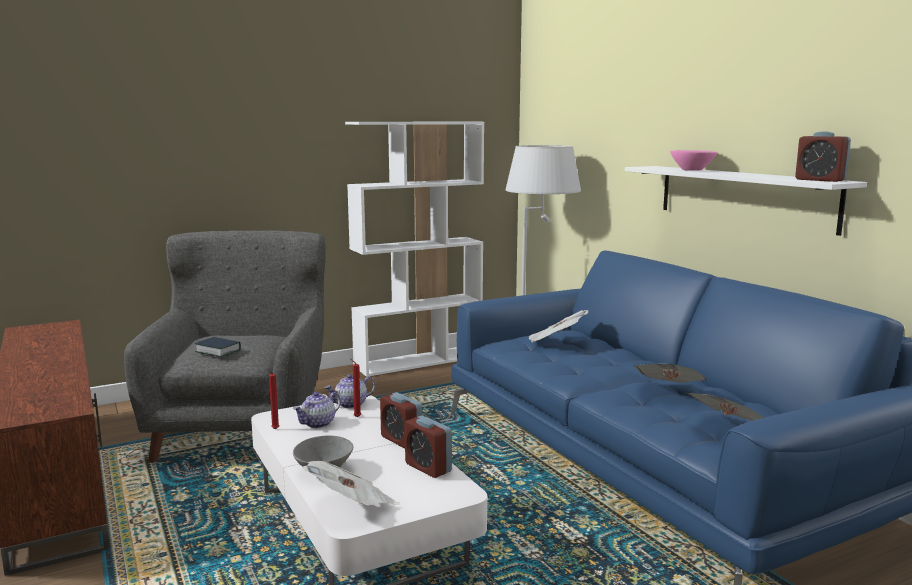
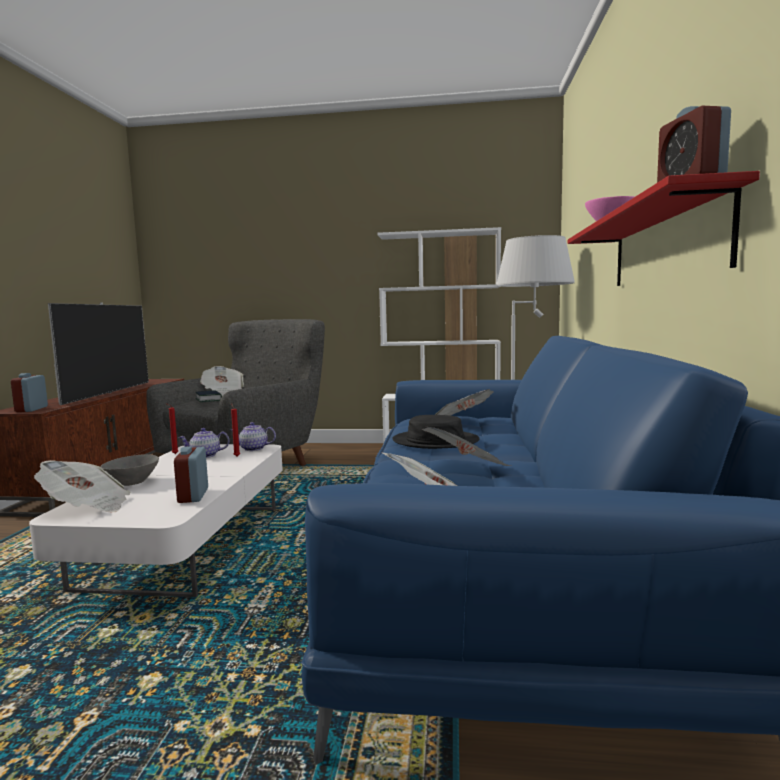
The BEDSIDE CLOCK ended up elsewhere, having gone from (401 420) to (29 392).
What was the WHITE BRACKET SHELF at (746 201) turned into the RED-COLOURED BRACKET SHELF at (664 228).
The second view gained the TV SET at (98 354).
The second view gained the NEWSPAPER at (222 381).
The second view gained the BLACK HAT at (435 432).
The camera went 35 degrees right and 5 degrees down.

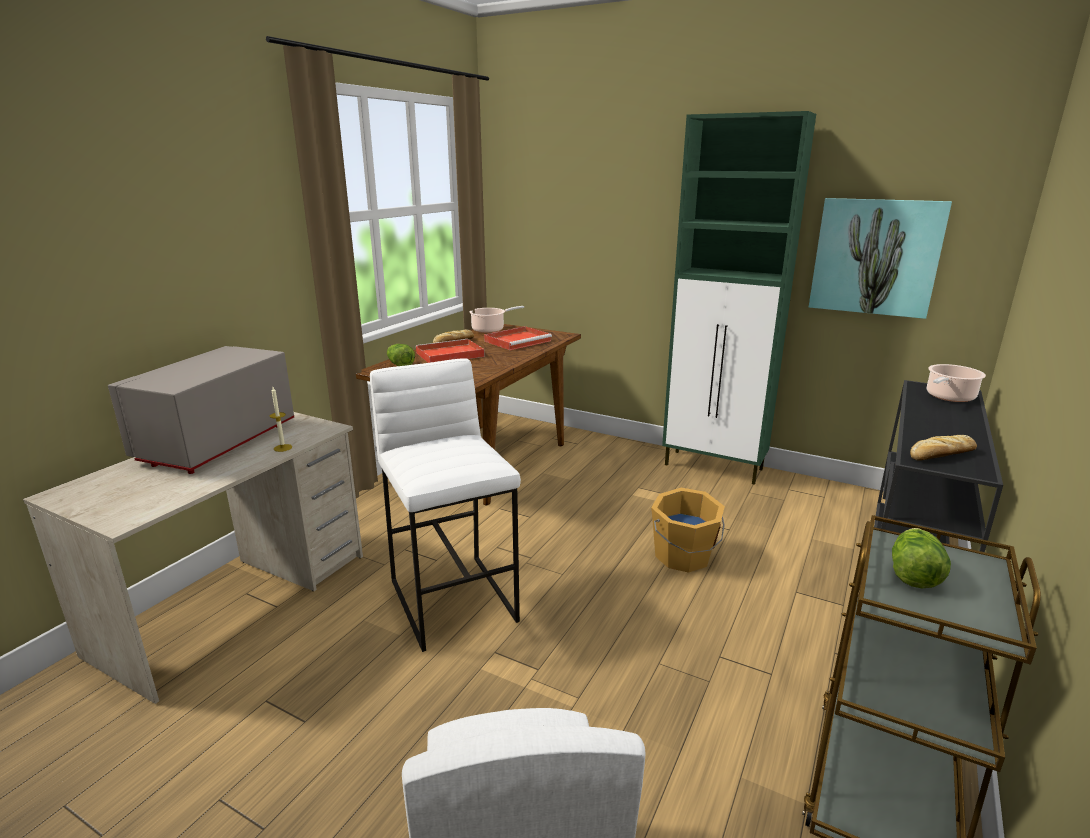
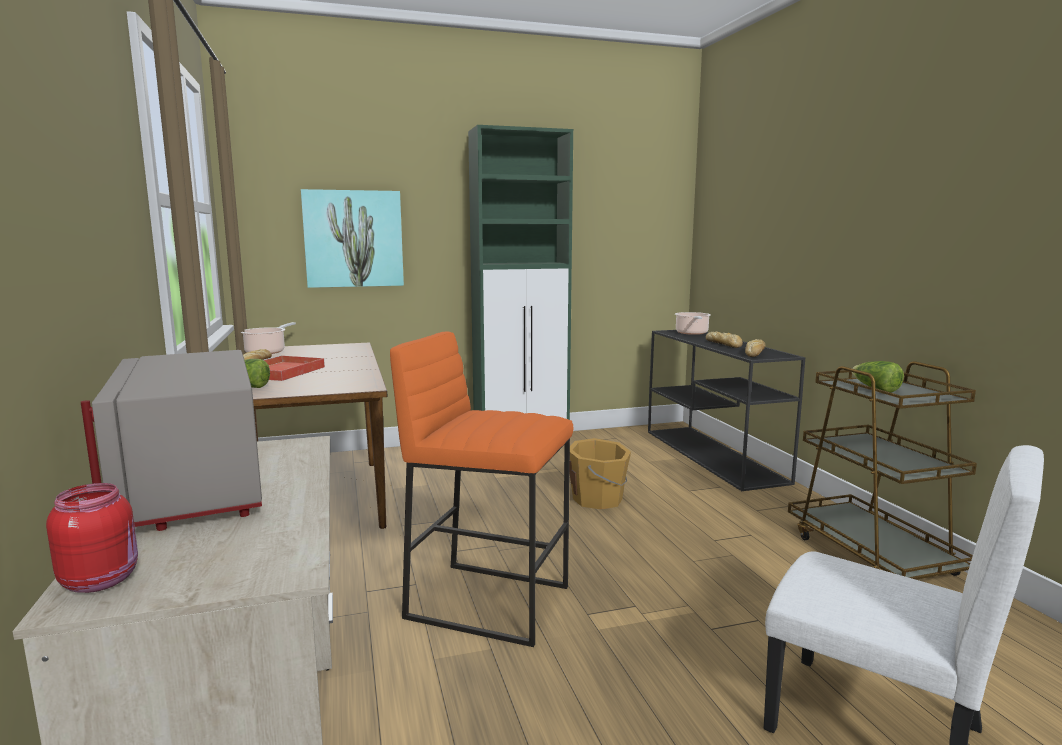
The second view lost the CANDLE at (281 419).
What was the WHITE STOOL SEAT at (445 505) turned into the ORANGEY STOOL SEAT at (482 489).
The second view lost the RED-COLOURED CARRYING TRAY at (518 338).
The WALL ART ended up elsewhere, having gone from (880 258) to (352 238).
The second view gained the RED-COLOURED JAR at (92 538).
The second view gained the BREAD at (724 340).
The camera went 45 degrees left and 10 degrees down.

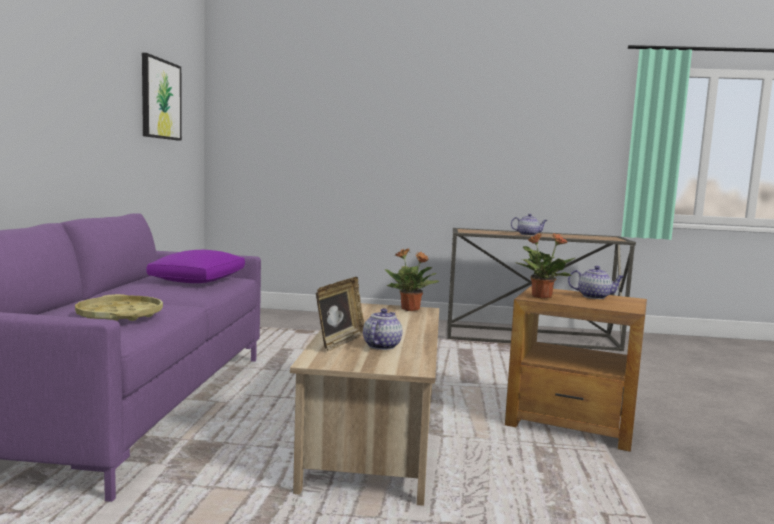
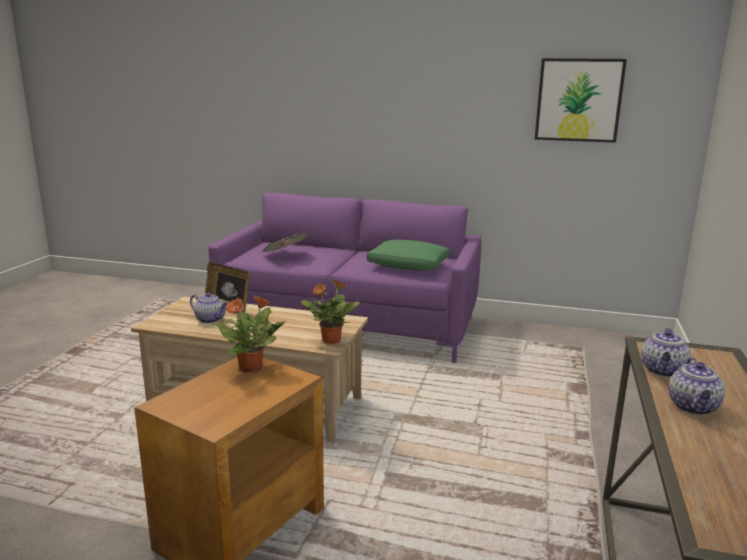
Where the YELLOW CARRYING TRAY stood at (119 307), the NEWSPAPER came to stand at (285 242).
What was the PURPLE-COLOURED PILLOW at (195 266) turned into the GREEN PILLOW at (408 255).
The TEAPOT ended up elsewhere, having gone from (596 282) to (666 352).
The camera went 100 degrees right and 10 degrees up.

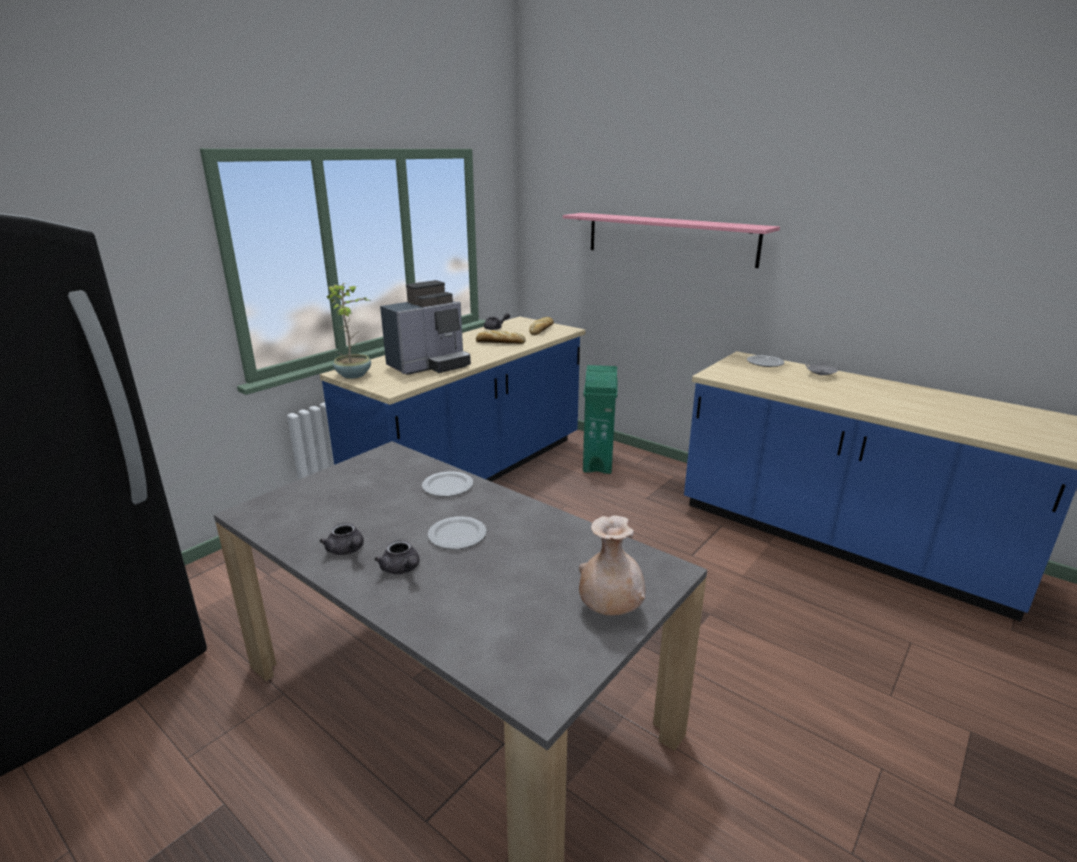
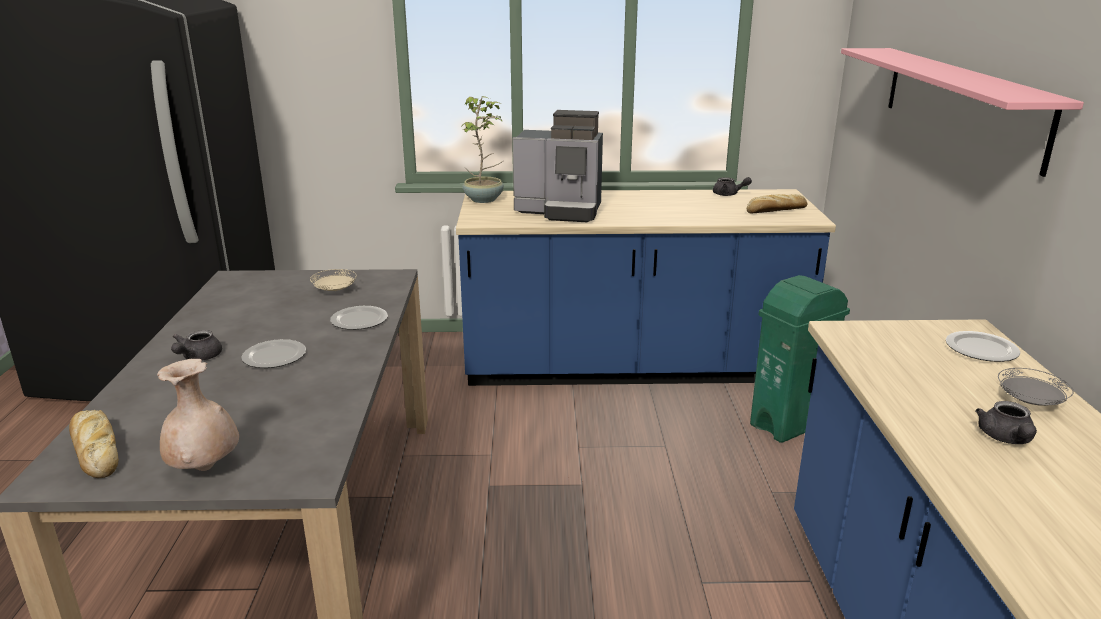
The GRAY TEAPOT ended up elsewhere, having gone from (341 538) to (1006 422).
The BREAD ended up elsewhere, having gone from (501 337) to (94 444).
The second view gained the BEIGE-COLOURED PLATE at (333 280).
The camera went 50 degrees right and 0 degrees up.

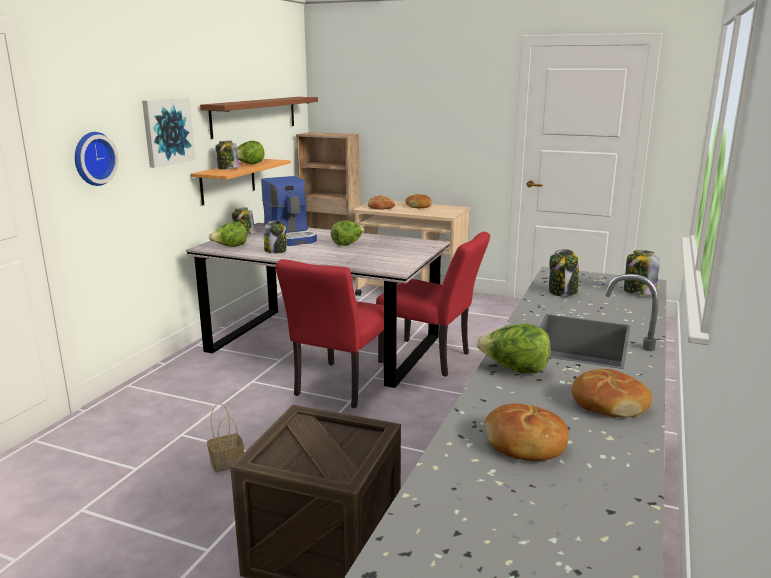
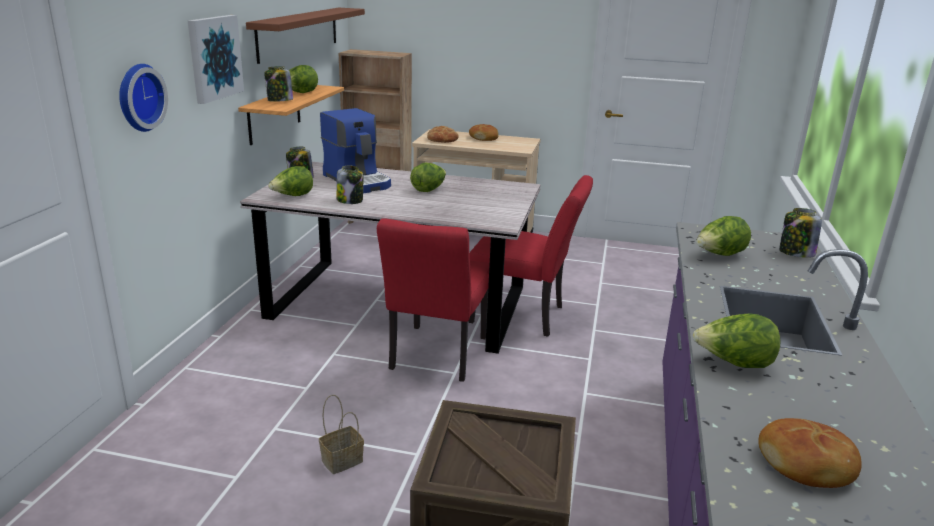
Where the JAR stood at (564 273), the LETTUCE came to stand at (723 236).
The second view lost the BREAD at (612 393).
The camera went 10 degrees left and 5 degrees up.

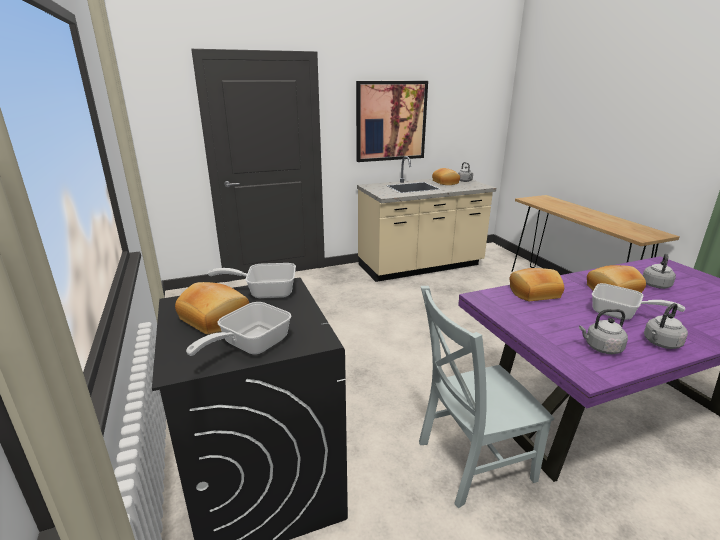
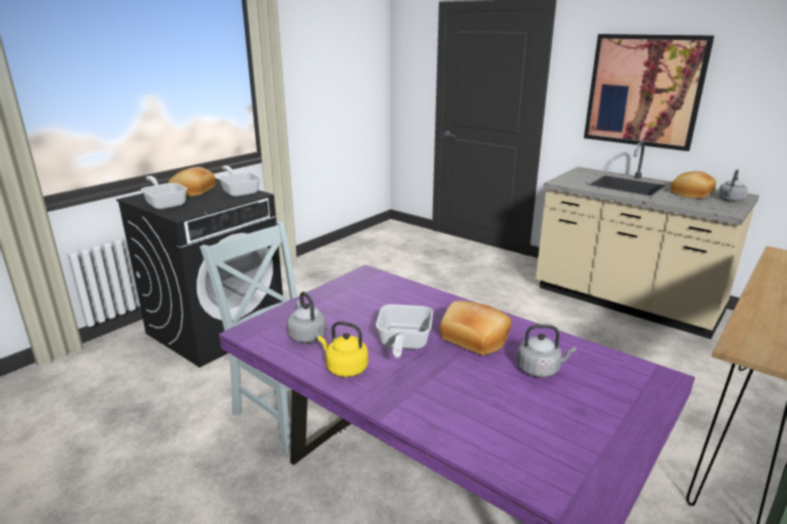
The PAN at (239 329) ended up facing another way, 45 degrees clockwise from before.
The second view lost the BREAD at (537 284).
What was the GRAY KETTLE at (666 326) turned into the YELLOW KETTLE at (343 349).
The camera went 60 degrees right and 0 degrees up.

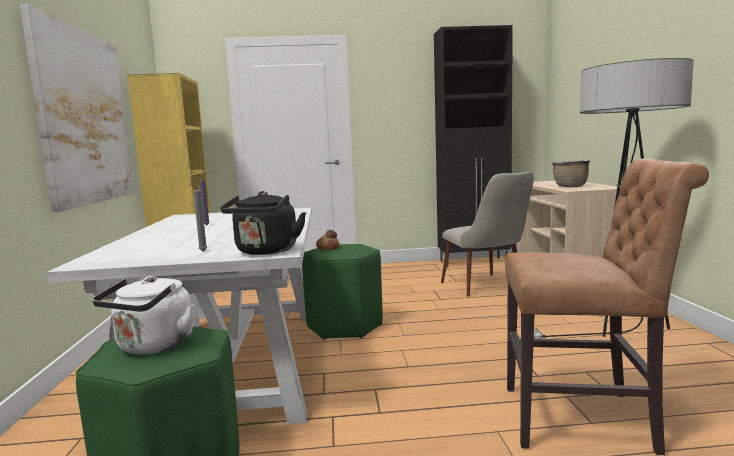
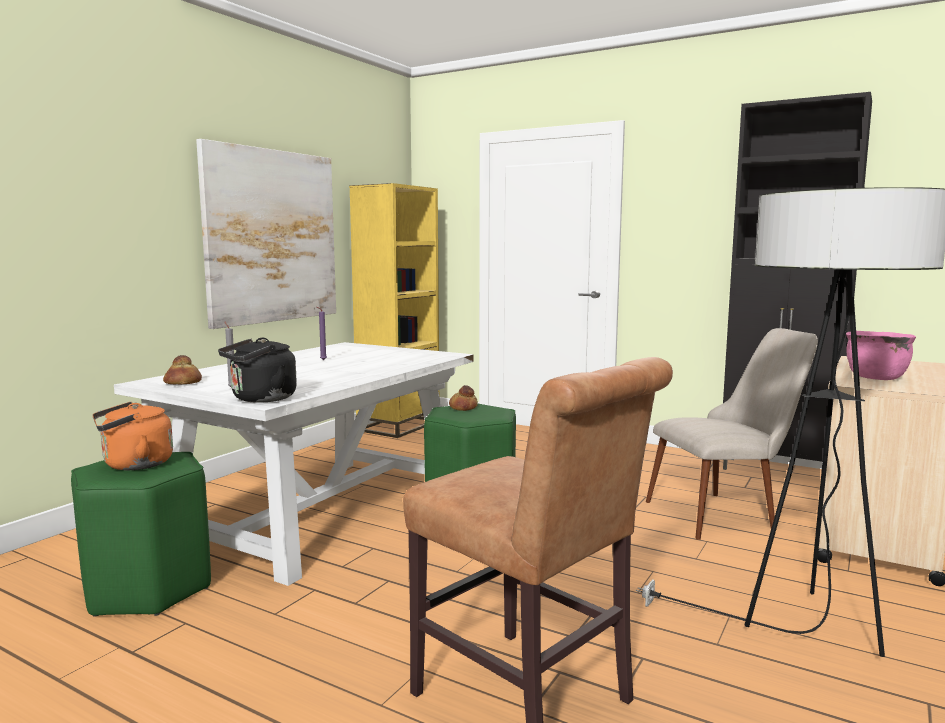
What was the WHITE KETTLE at (143 315) turned into the ORANGEY KETTLE at (132 436).
The BEIGE-COLOURED PLAIN CHAIR at (487 234) ended up facing another way, 120 degrees counterclockwise from before.
What was the BROWN STOCKPOT at (571 173) turned into the PINK STOCKPOT at (881 355).
The second view gained the BREAD at (182 369).
The camera went 35 degrees right and 0 degrees up.

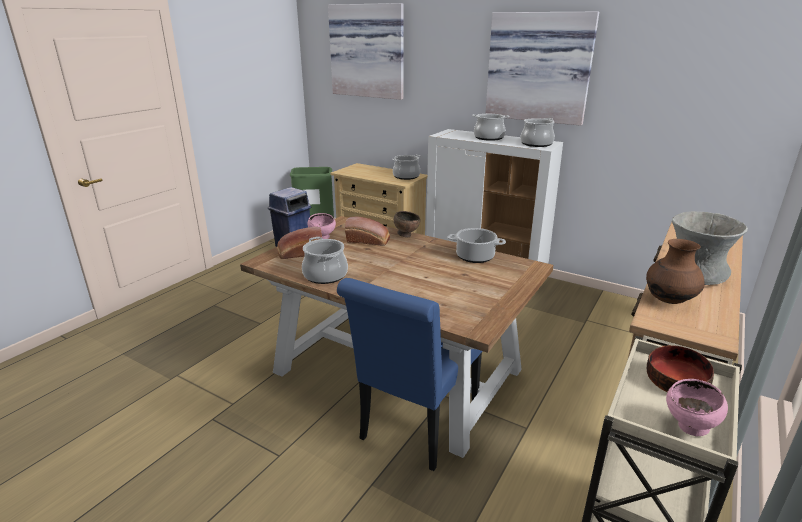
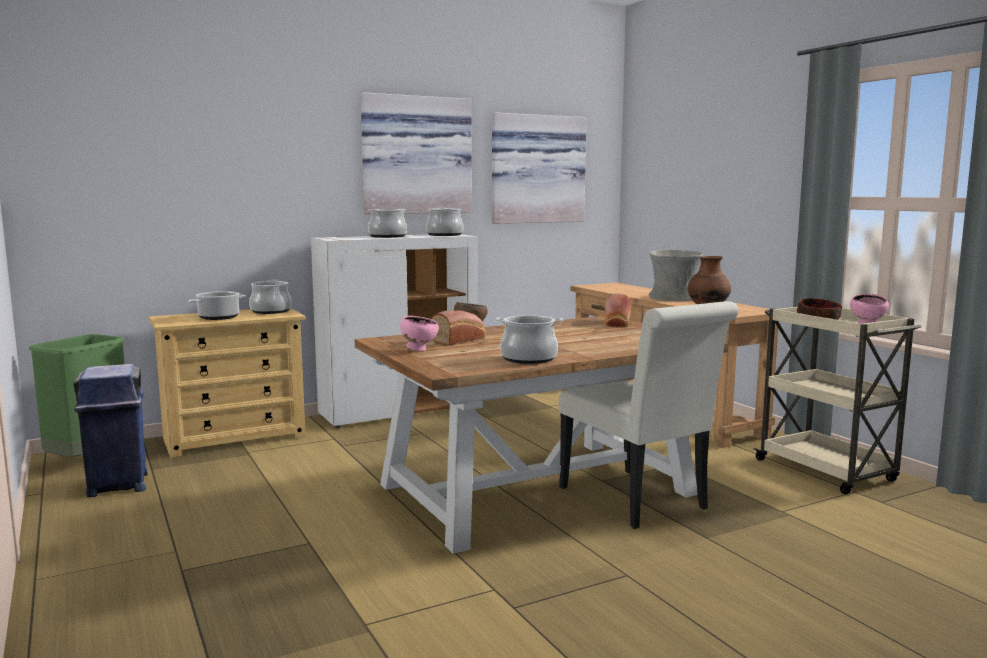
The BREAD ended up elsewhere, having gone from (299 243) to (618 310).
The WALL ART ended up elsewhere, having gone from (366 51) to (539 168).
What was the BLUE-COLOURED PLAIN CHAIR at (409 374) turned into the WHITE PLAIN CHAIR at (649 415).
The STOCKPOT ended up elsewhere, having gone from (477 245) to (217 305).
The camera went 60 degrees left and 15 degrees down.

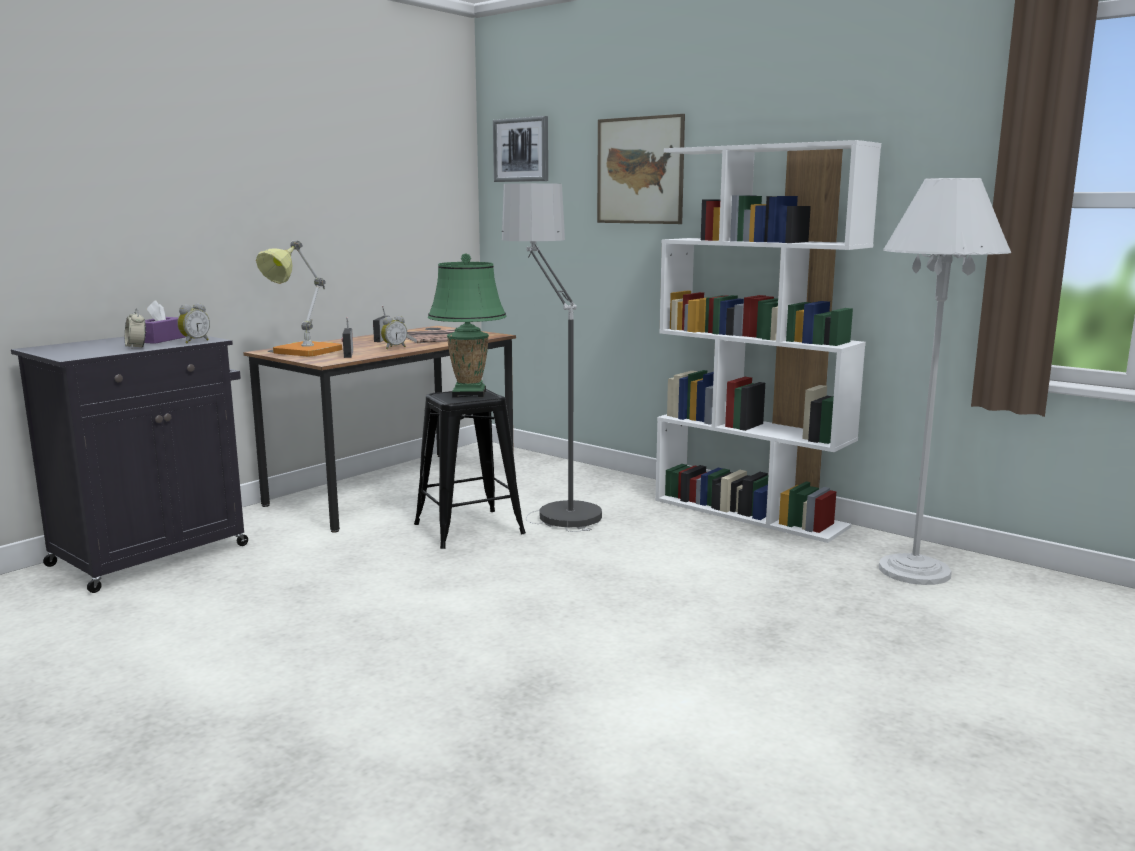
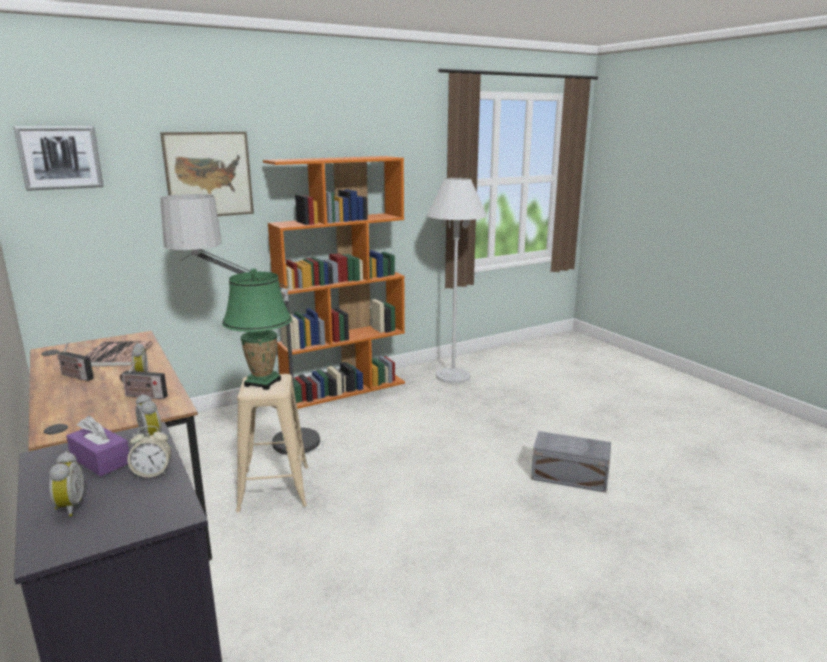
The second view lost the TABLETOP LAMP at (299 298).
What was the BLACK STOOL SEAT at (470 469) turned into the BEIGE-COLOURED STOOL SEAT at (272 443).
What was the WHITE SHELVING UNIT at (768 341) turned into the ORANGEY SHELVING UNIT at (334 282).
The second view gained the BEDSIDE CLOCK at (66 484).
The second view gained the GRAY STORAGE CONTAINER at (571 462).
The camera went 70 degrees left and 5 degrees up.

